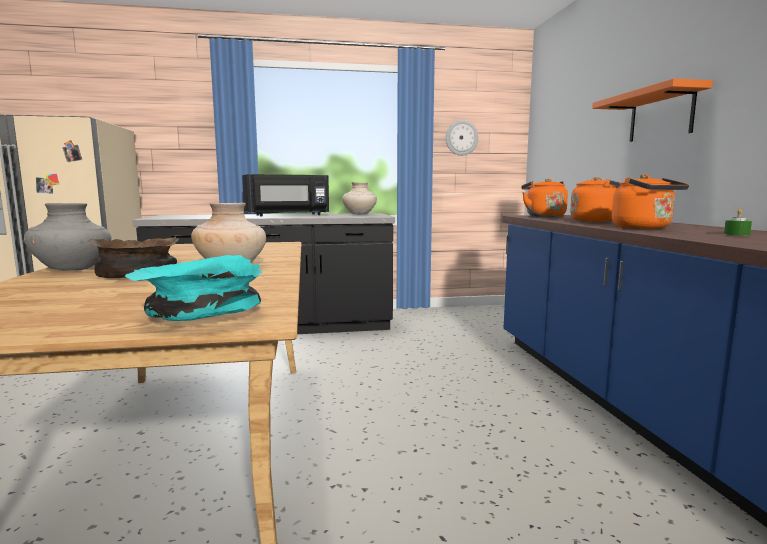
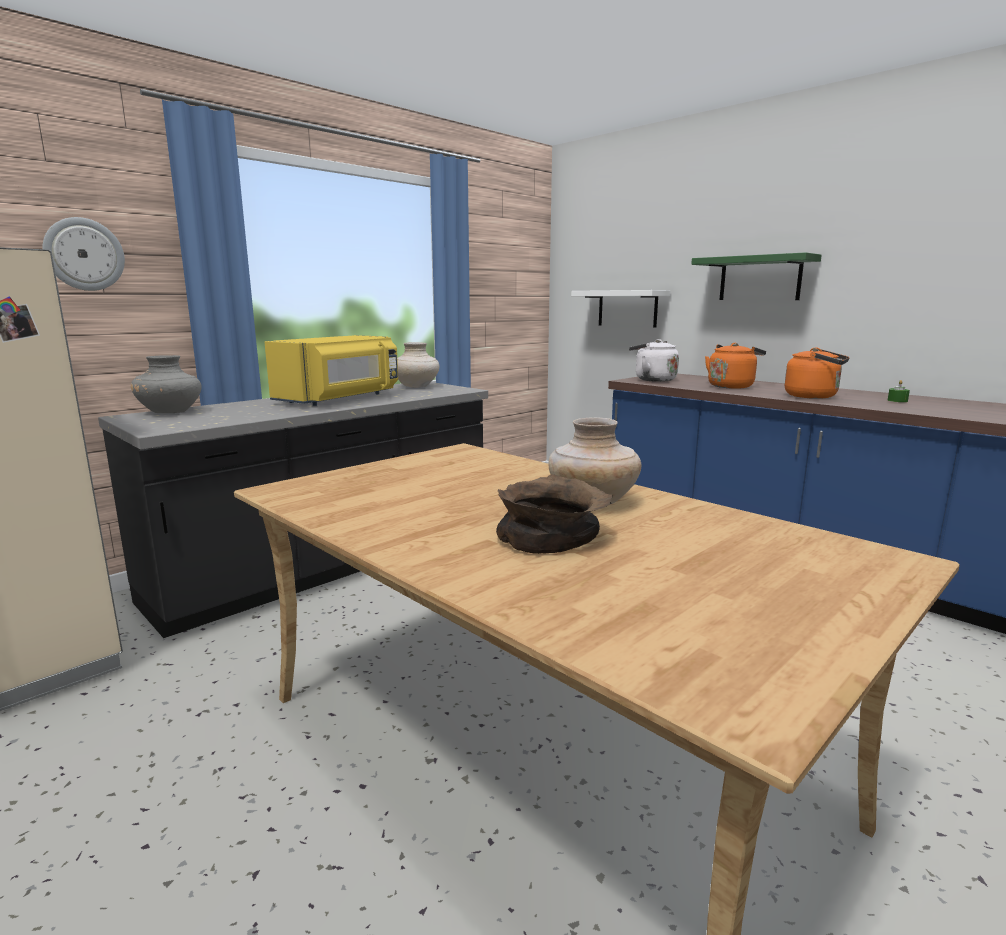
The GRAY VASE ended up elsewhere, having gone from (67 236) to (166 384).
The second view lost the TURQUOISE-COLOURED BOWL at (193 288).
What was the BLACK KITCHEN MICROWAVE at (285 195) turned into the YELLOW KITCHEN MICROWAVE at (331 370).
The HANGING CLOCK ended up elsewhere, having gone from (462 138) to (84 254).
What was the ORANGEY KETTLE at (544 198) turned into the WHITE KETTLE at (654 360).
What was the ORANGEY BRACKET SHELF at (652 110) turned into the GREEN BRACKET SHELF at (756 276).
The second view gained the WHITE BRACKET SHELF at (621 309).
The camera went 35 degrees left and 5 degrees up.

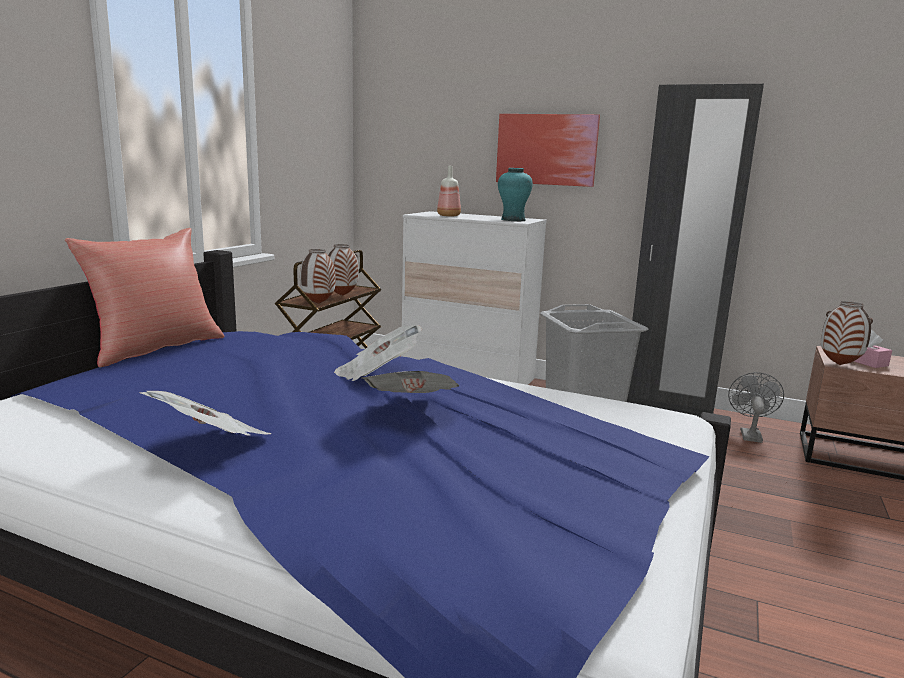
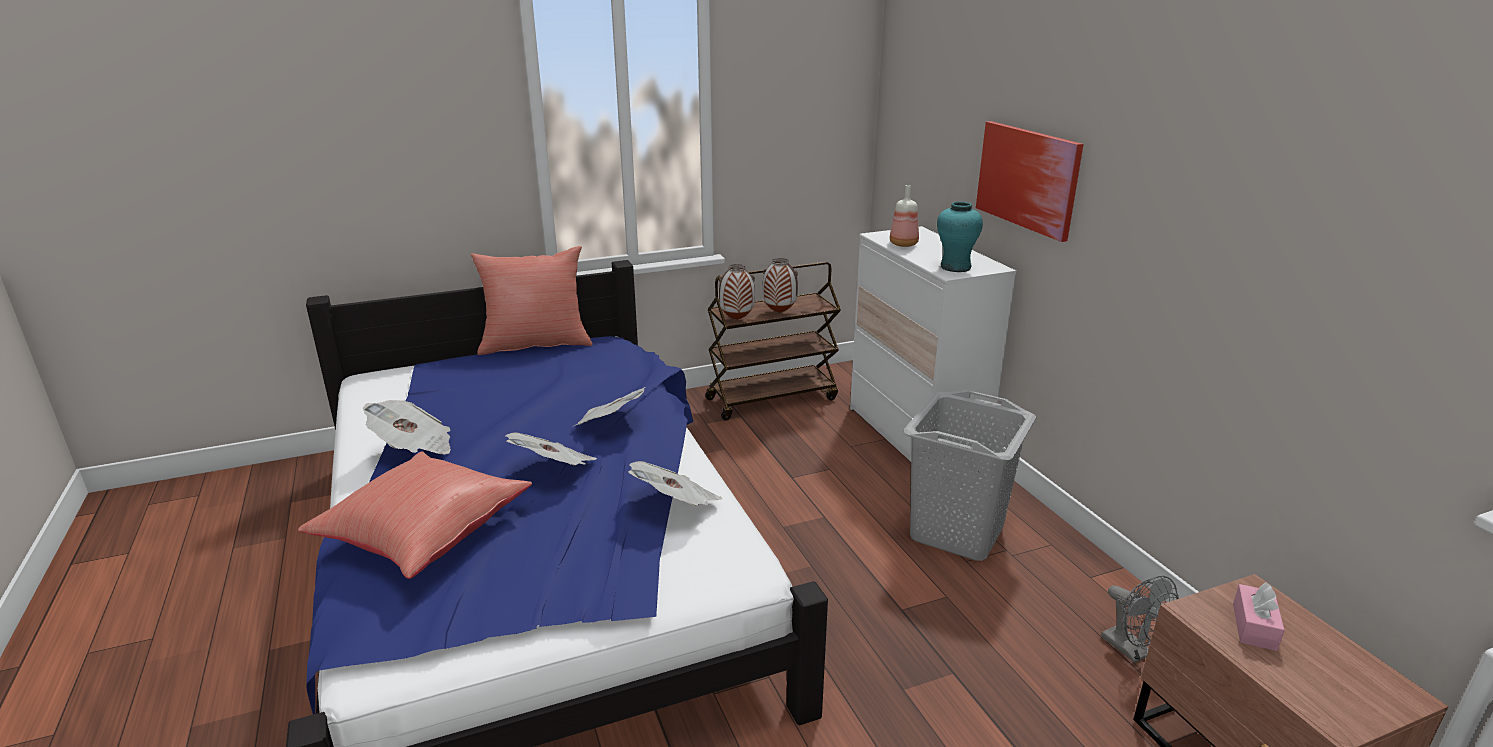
The second view lost the BLACK CLOTHES CUPBOARD at (695 251).
The GRAY COOLING FAN at (756 407) ended up facing another way, 90 degrees clockwise from before.
The second view lost the VASE at (847 333).
The second view gained the RED-COLOURED PILLOW at (415 515).
The second view gained the NEWSPAPER at (675 483).
The camera went 45 degrees right and 10 degrees up.

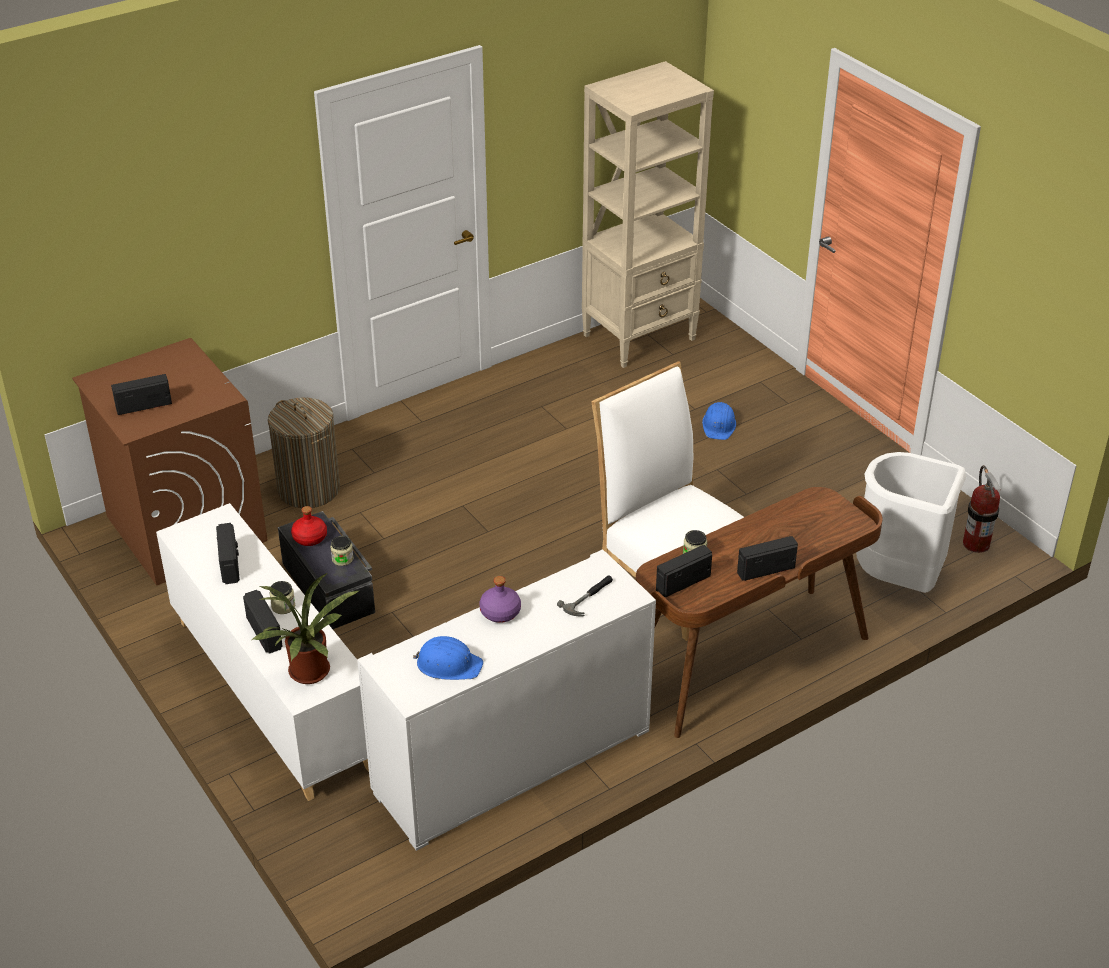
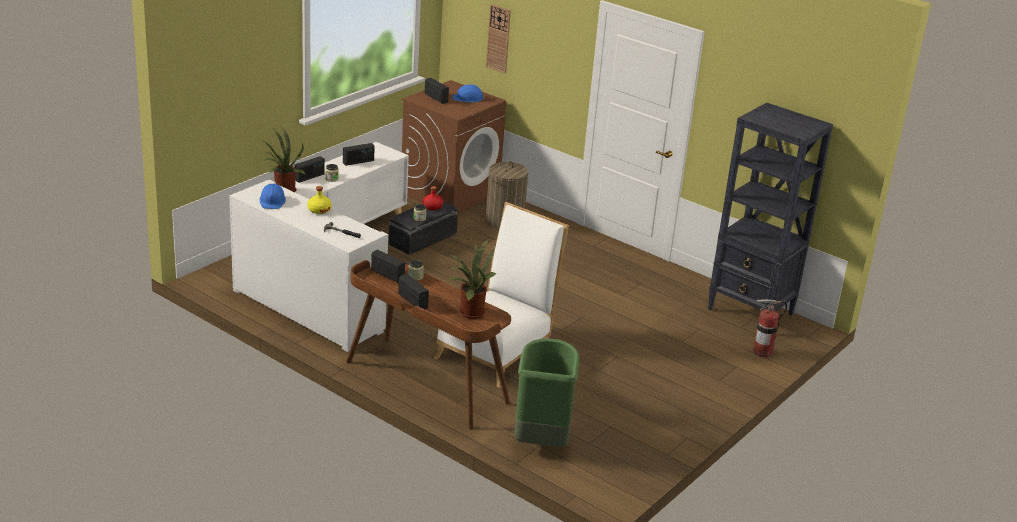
What was the PURPLE-COLOURED BEVERAGE BOTTLE at (500 599) turned into the YELLOW BEVERAGE BOTTLE at (319 200).
What was the BEIGE-COLOURED SHELVING UNIT at (648 214) turned into the BLACK SHELVING UNIT at (770 209).
The BLUE-COLOURED SAFETY HELMET ended up elsewhere, having gone from (719 421) to (468 93).
What was the WHITE TRASH CAN at (911 522) turned into the GREEN TRASH CAN at (547 392).
The FIRE EXTINGUISHER ended up elsewhere, having gone from (982 509) to (770 328).
The second view gained the POTTED PLANT at (473 279).
The second view gained the HANGING CLOCK at (498 38).
The camera went 70 degrees right and 10 degrees down.

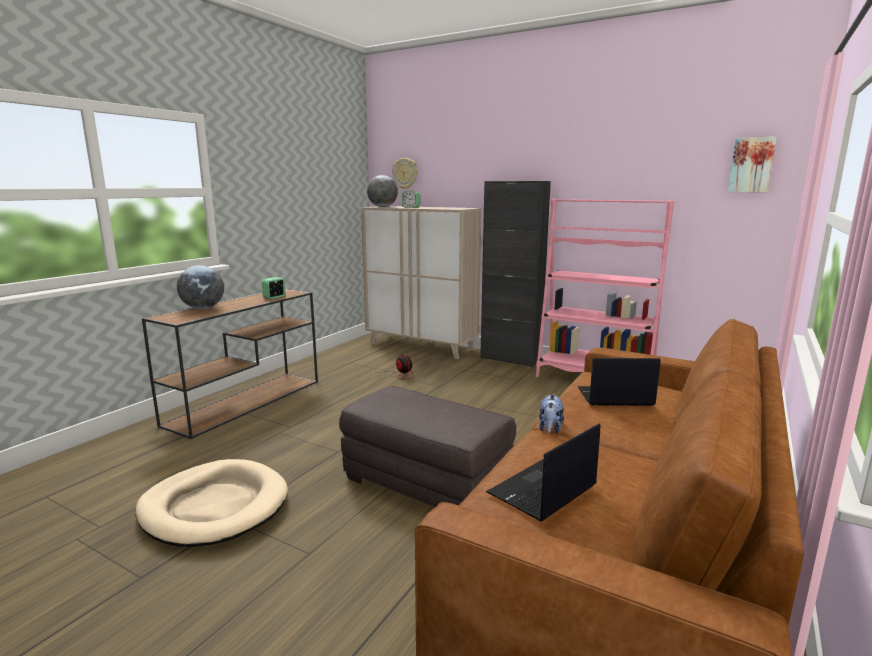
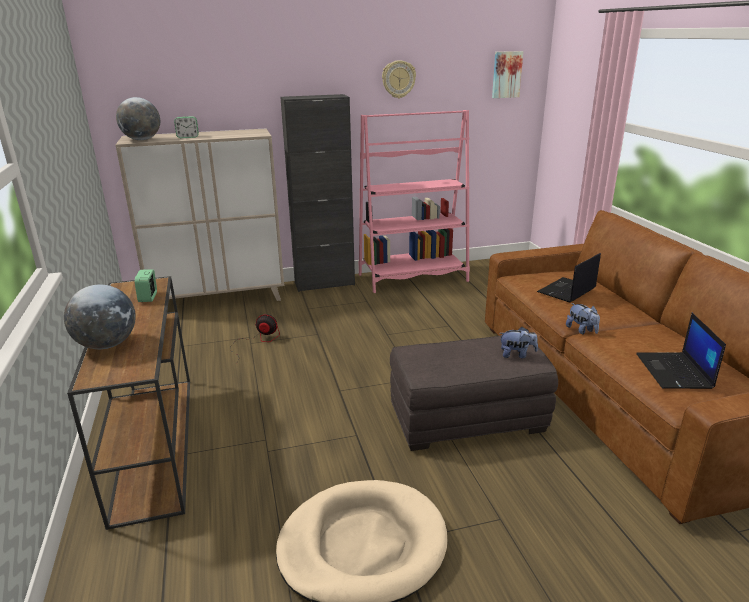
The HANGING CLOCK ended up elsewhere, having gone from (405 173) to (399 79).
The second view gained the PLUSH TOY at (518 342).
The camera went 45 degrees left and 10 degrees up.

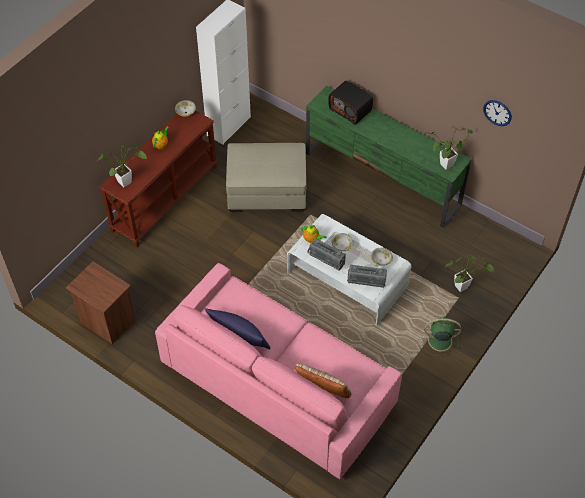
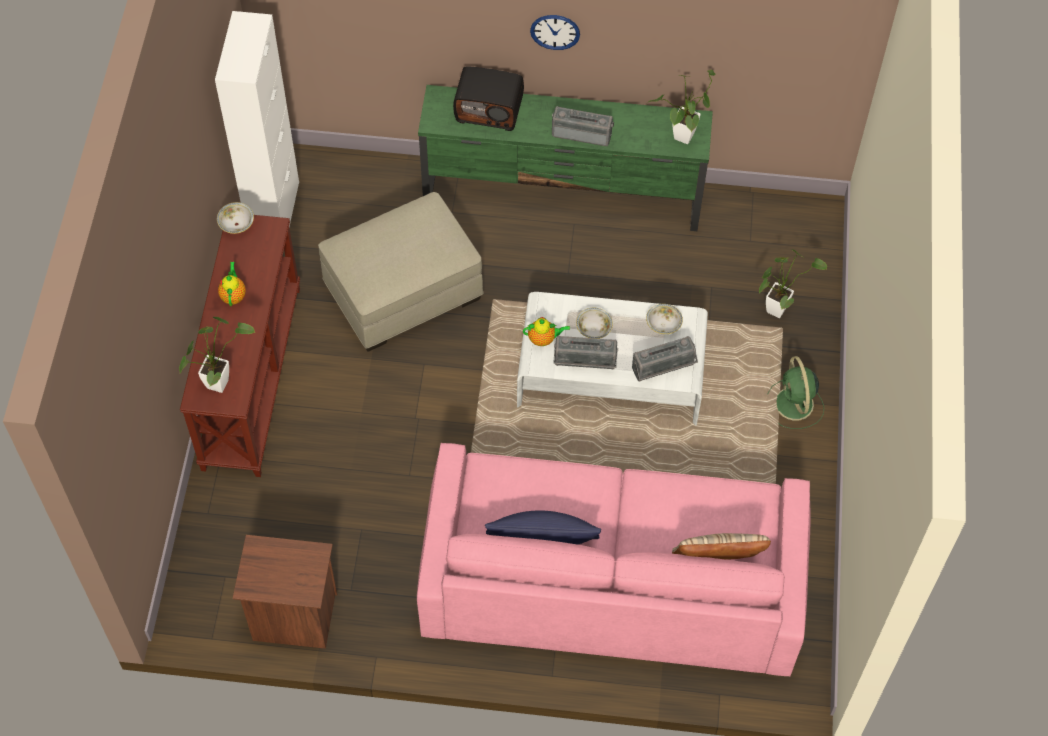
The GREEN COOLING FAN at (442 337) ended up facing another way, 75 degrees counterclockwise from before.
The HANGING CLOCK ended up elsewhere, having gone from (497 113) to (555 32).
The second view gained the RADIO at (583 126).
The camera went 30 degrees left and 5 degrees up.

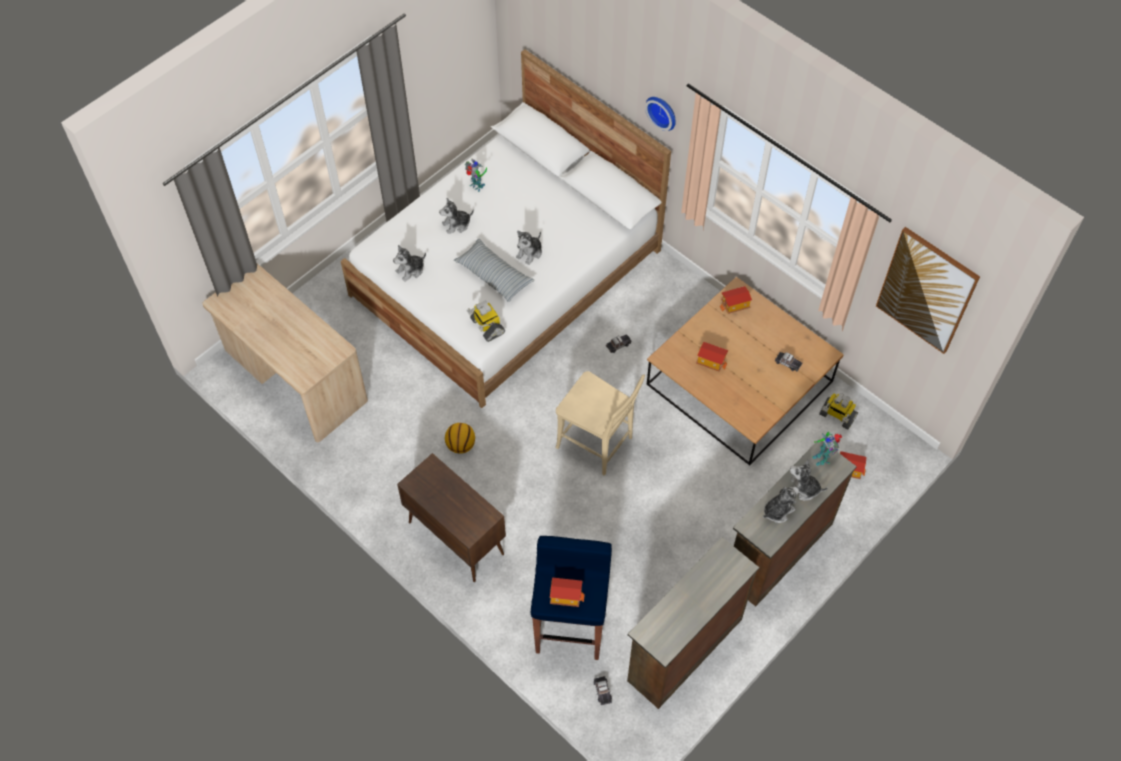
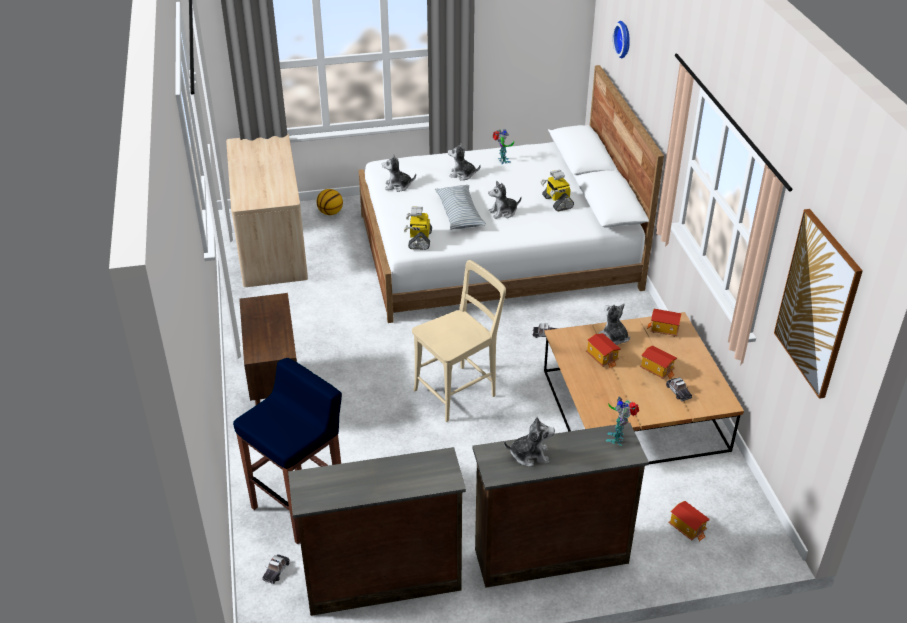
The BALL FOR BASKETBALL ended up elsewhere, having gone from (460 438) to (330 202).
The TOY HOUSE ended up elsewhere, having gone from (567 592) to (658 362).
The BEIGE-COLOURED PLAIN CHAIR at (600 423) ended up facing another way, 105 degrees counterclockwise from before.
The HANGING CLOCK ended up elsewhere, having gone from (660 114) to (621 39).
The PLUSH TOY ended up elsewhere, having gone from (808 480) to (614 324).
The MODEL ROBOT ended up elsewhere, having gone from (838 411) to (557 191).
The camera went 35 degrees right and 20 degrees down.

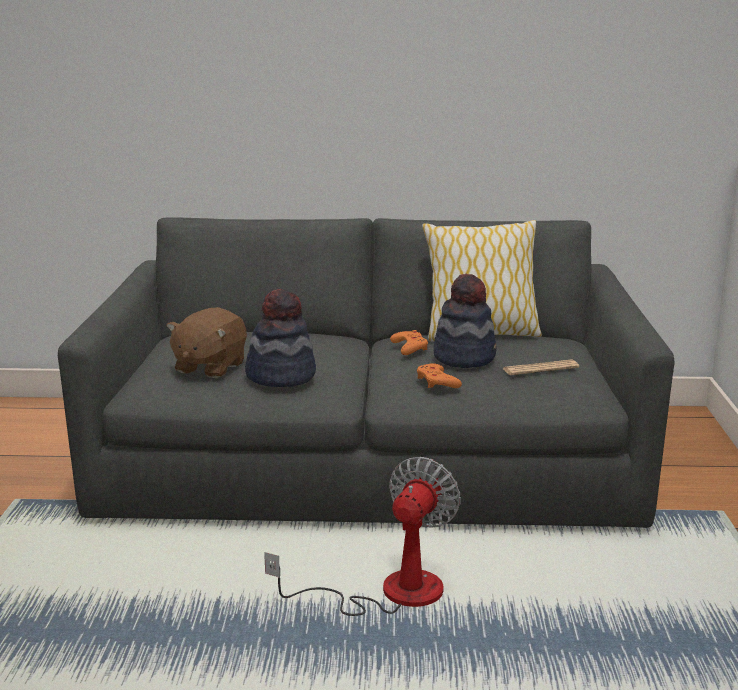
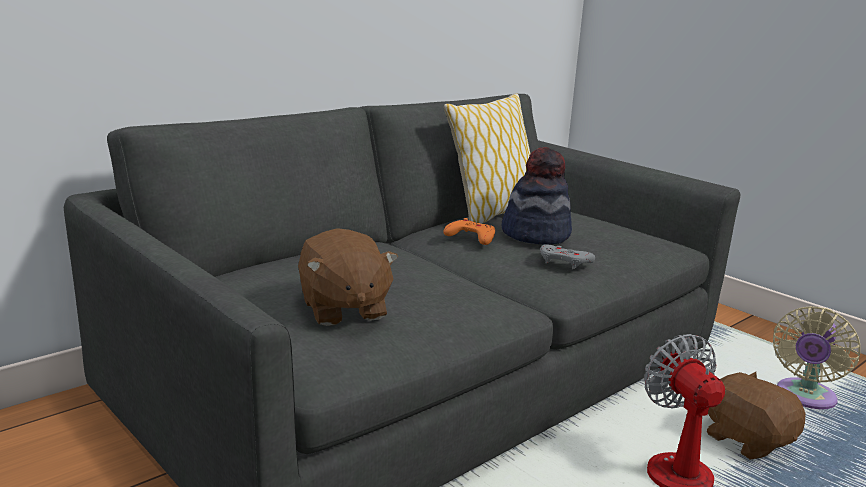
The second view lost the HAT at (280 338).
What was the ORANGEY GAME CONTROLLER at (439 375) turned into the GRAY GAME CONTROLLER at (567 256).
The second view lost the NEWSPAPER at (541 367).
The second view gained the BROWN PLUSH TOY at (756 416).
The second view gained the BEIGE-COLOURED COOLING FAN at (817 357).
The camera went 45 degrees left and 0 degrees up.

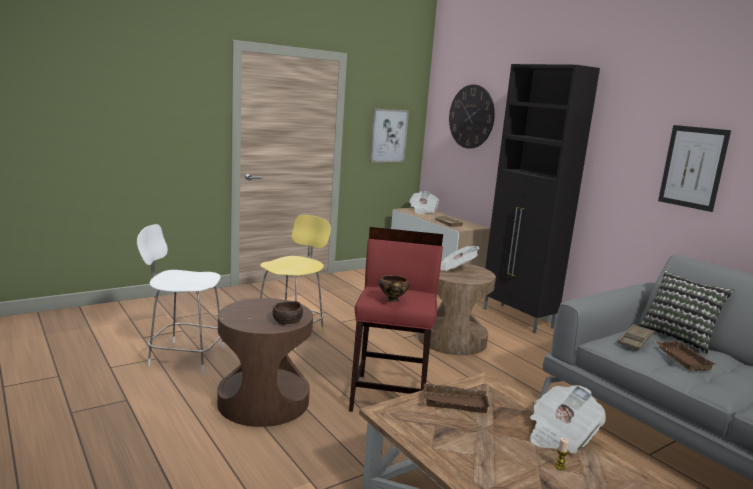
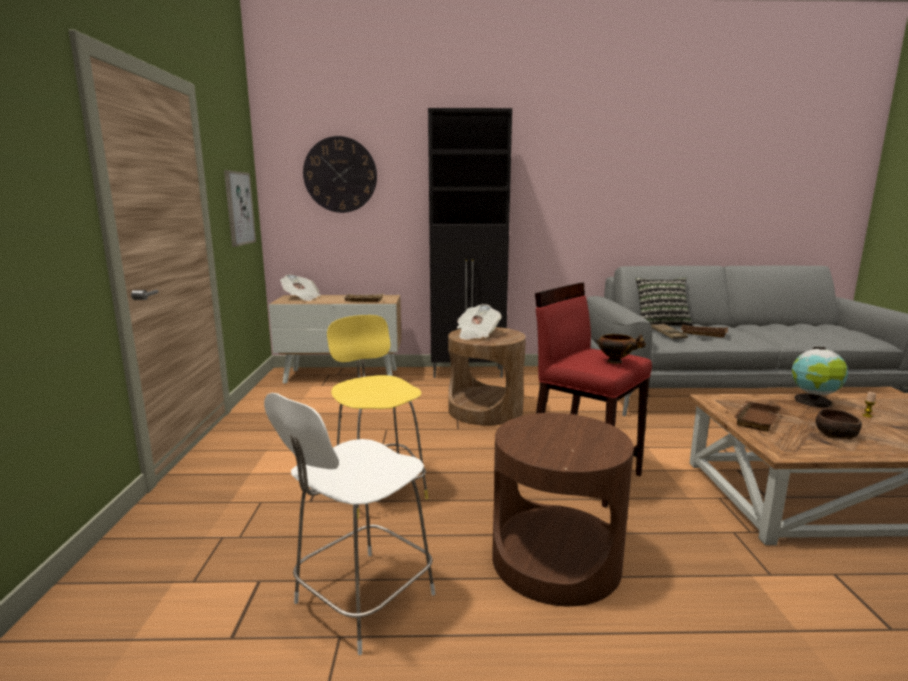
The BROWN BOWL ended up elsewhere, having gone from (287 313) to (838 423).
Where the NEWSPAPER stood at (567 419), the GLOBE came to stand at (820 377).
The second view lost the WALL ART at (694 168).
The camera went 55 degrees left and 0 degrees up.

